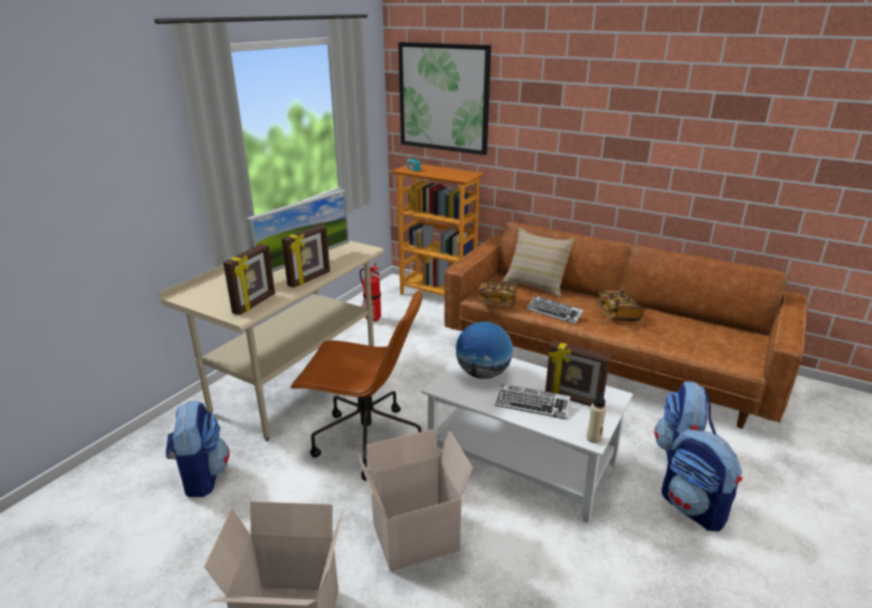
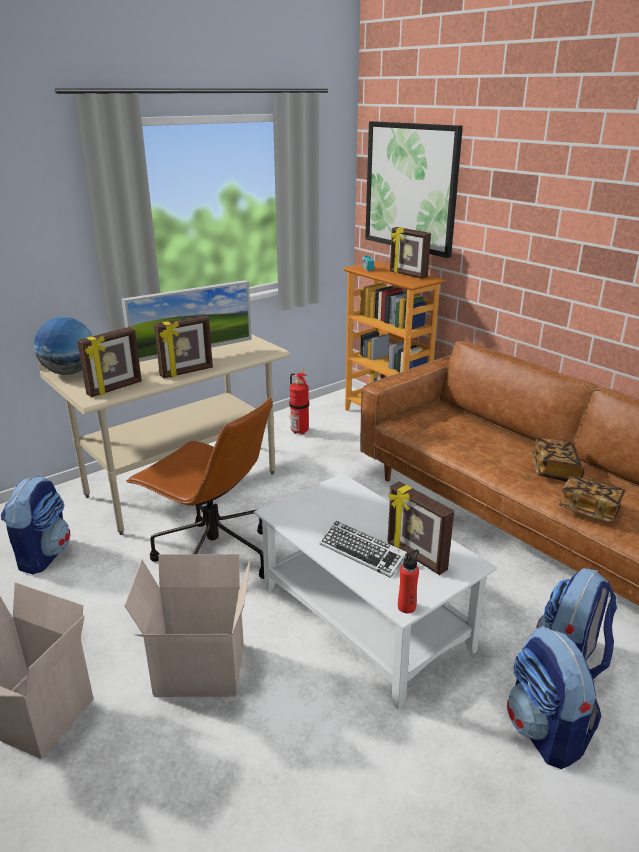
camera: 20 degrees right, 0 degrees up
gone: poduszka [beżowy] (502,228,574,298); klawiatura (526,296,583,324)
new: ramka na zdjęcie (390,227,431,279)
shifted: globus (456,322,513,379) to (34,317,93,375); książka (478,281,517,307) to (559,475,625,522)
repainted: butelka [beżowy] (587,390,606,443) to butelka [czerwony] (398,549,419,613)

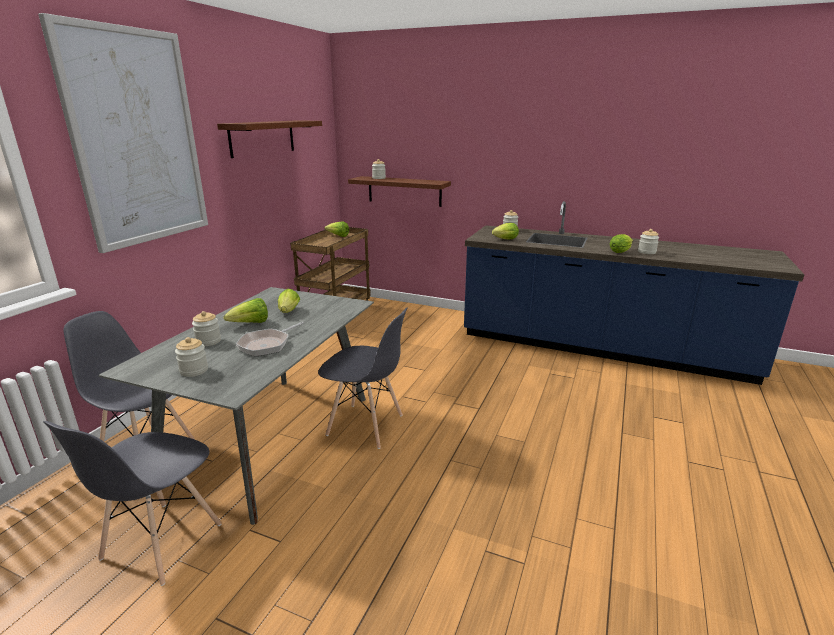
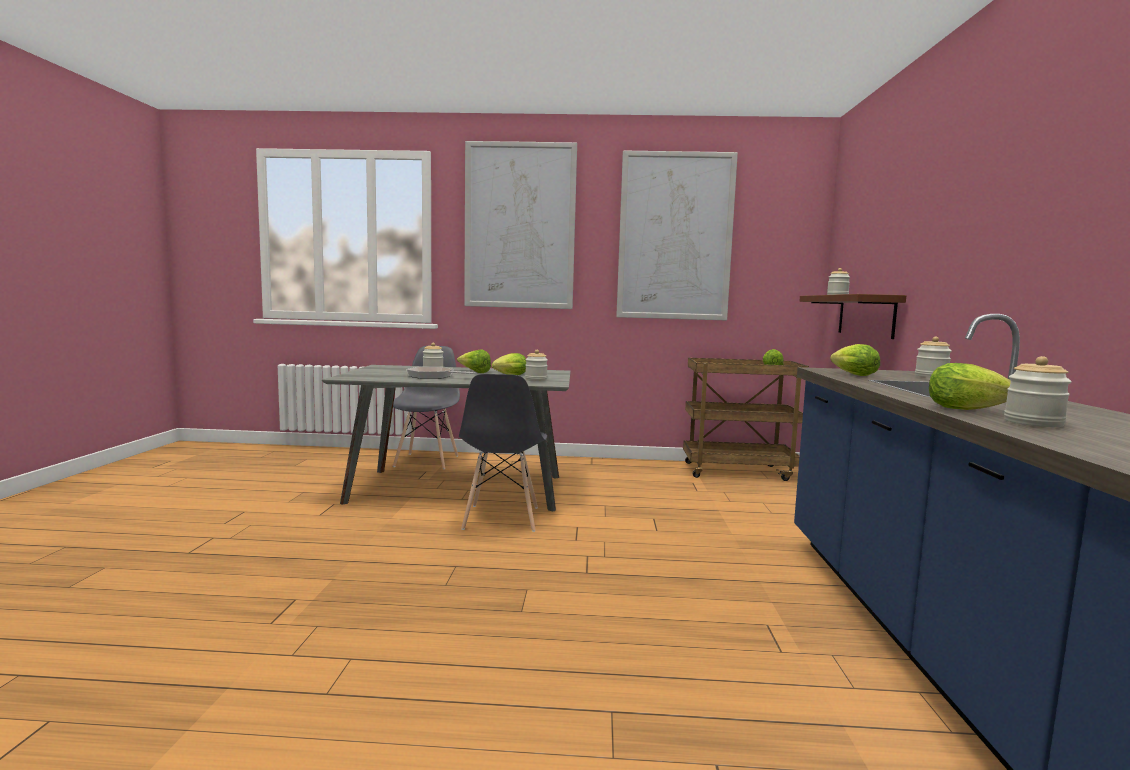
camera: 70 degrees right, 15 degrees down
gone: krzesło [szary] (43,421,221,586)
shifted: słoik (175,337,208,377) to (525,350,548,381)
swapped: półka [brązowy] (217,120,322,158) to obraz (616,151,738,320)

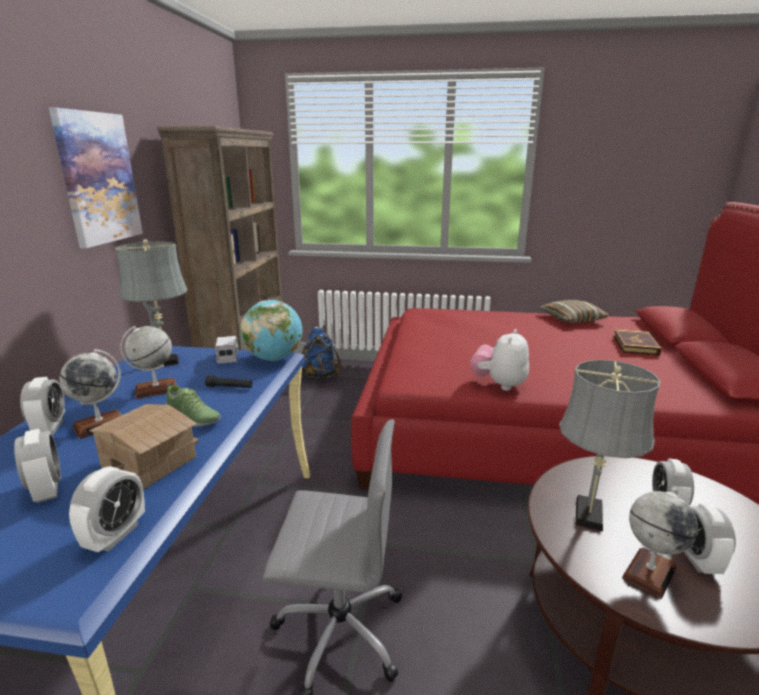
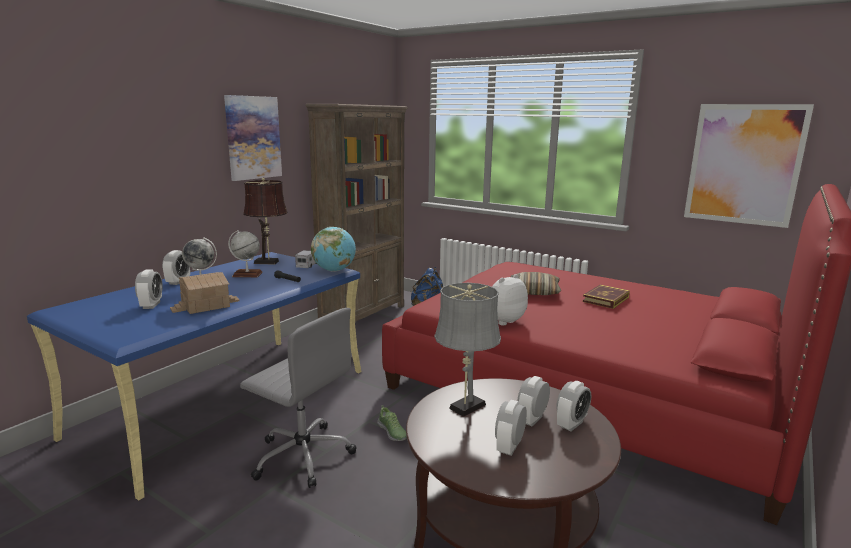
camera: 25 degrees right, 5 degrees down
gone: globus (622,488,698,599)
new: obraz (684,104,814,228)
shifted: budzik (69,466,145,552) to (556,381,591,431); but (165,383,221,427) to (377,405,407,441); poduszka (540,300,609,323) to (511,272,561,295); książka (613,329,662,356) to (583,285,630,309)
repainted: lampa stołowa [szary] (115,239,188,366) to lampa stołowa [brązowy] (243,178,288,265)

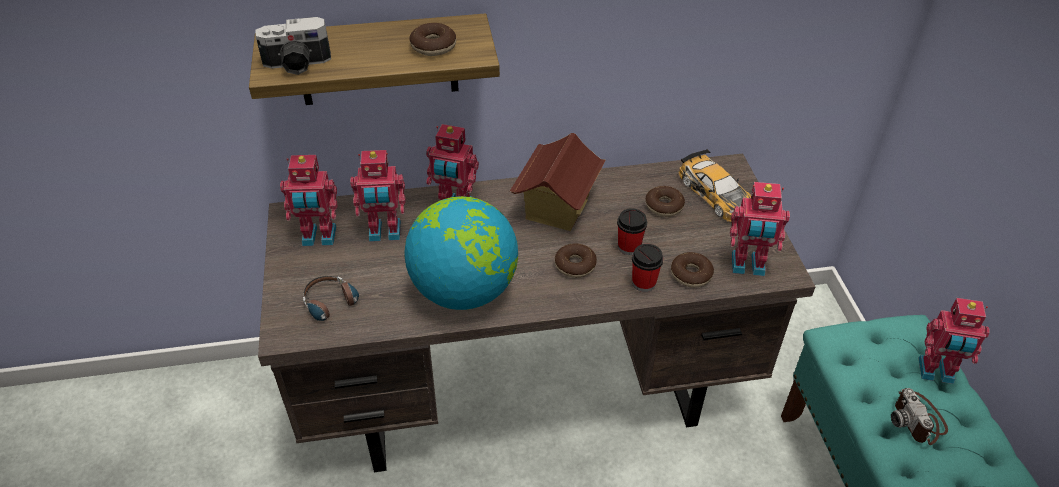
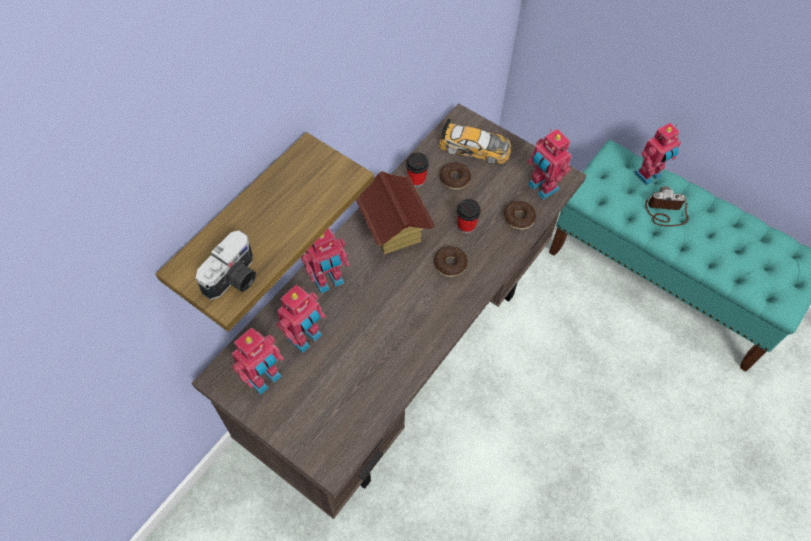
camera: 45 degrees left, 15 degrees up
gone: słuchawki (303,276,359,322); globus (404,196,518,310); donut (409,23,456,56)
shifted: filiżanka (632,244,663,292) to (406,152,429,187)
rotated: robot zabawkowy (730,182,790,276) = (527,129,572,200) 90 degrees clockwise; aparat fotograficzny (891,388,948,445) = (645,186,689,227) 150 degrees clockwise

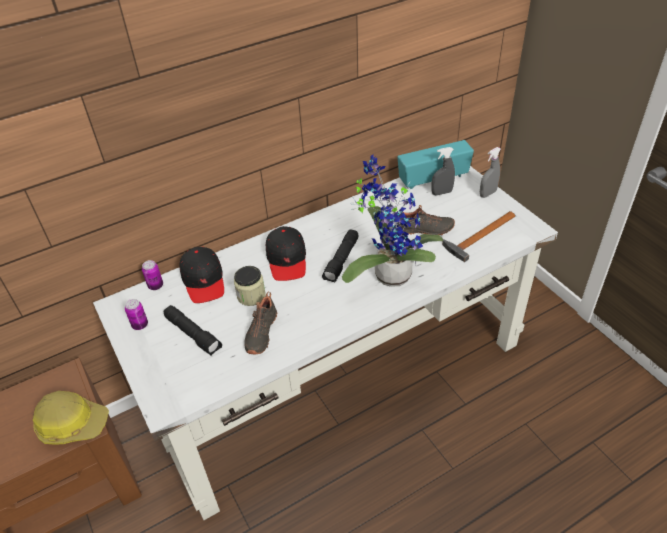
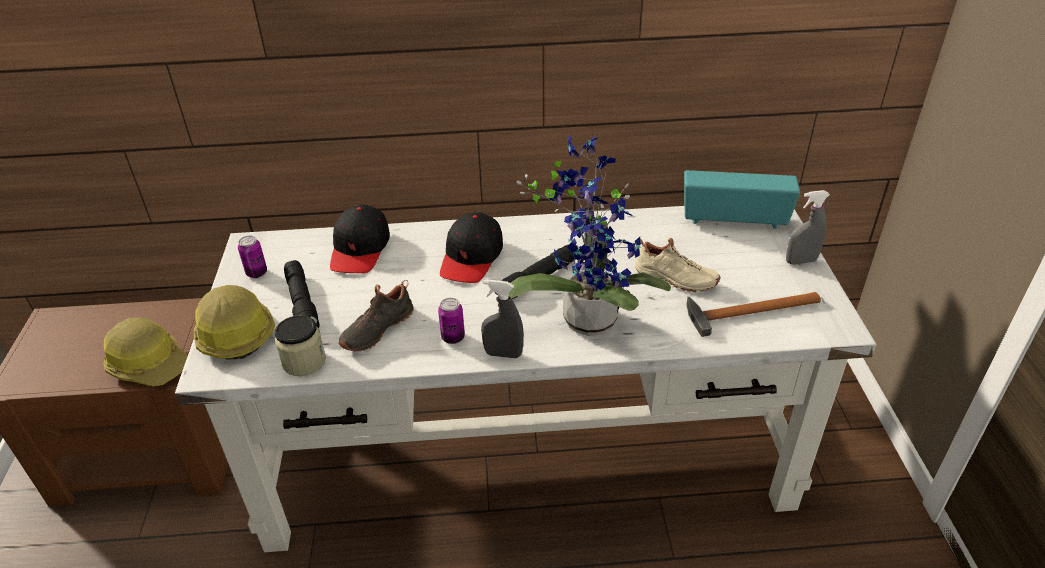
camera: 25 degrees right, 5 degrees down
new: kask (194,285,275,359)
shifted: puszka (142,260,163,290) to (438,298,465,344); słoik (234,266,265,306) to (275,315,326,376); spryskiwacz [szary] (432,147,455,196) to (481,280,524,358)
repainted: but [czarny] (397,205,455,235) to but [beżowy] (635,238,720,292)

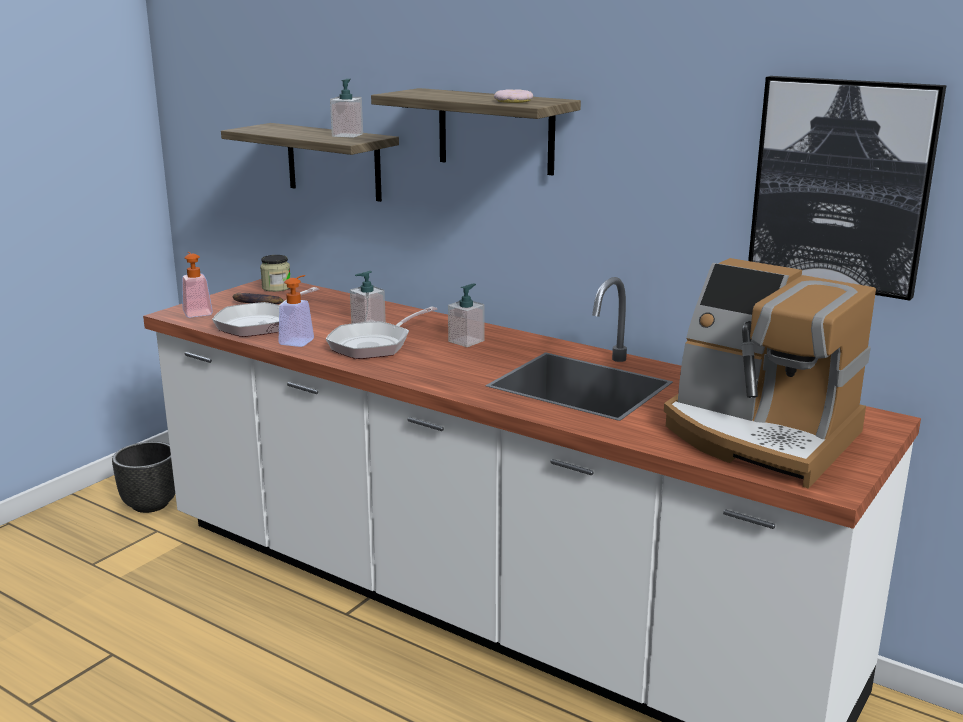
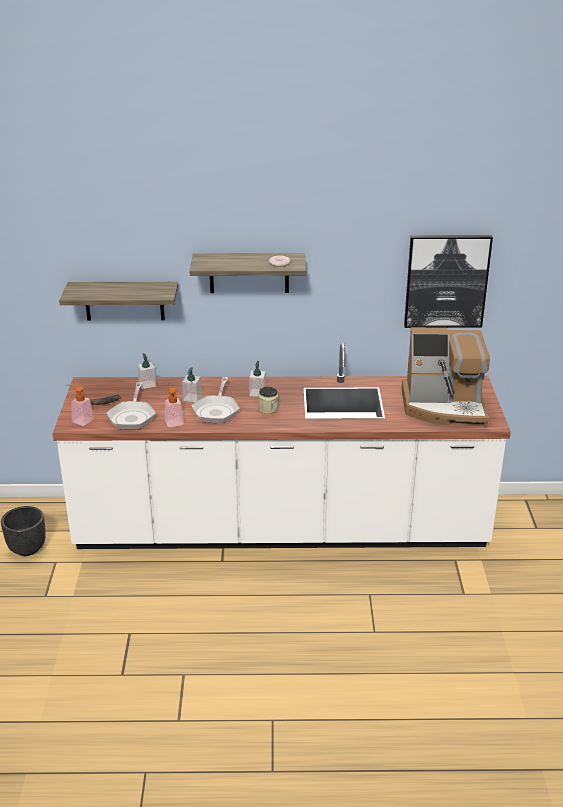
camera: 35 degrees left, 10 degrees up
shifted: słoik (260,255,290,292) to (258,387,278,414); dozownik mydła (330,79,363,138) to (137,353,156,389)

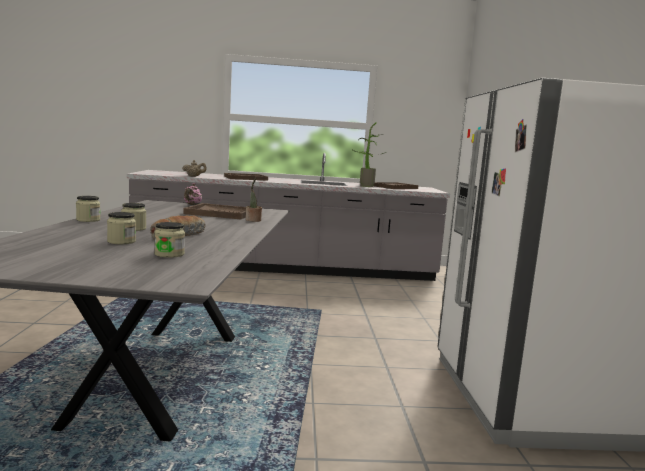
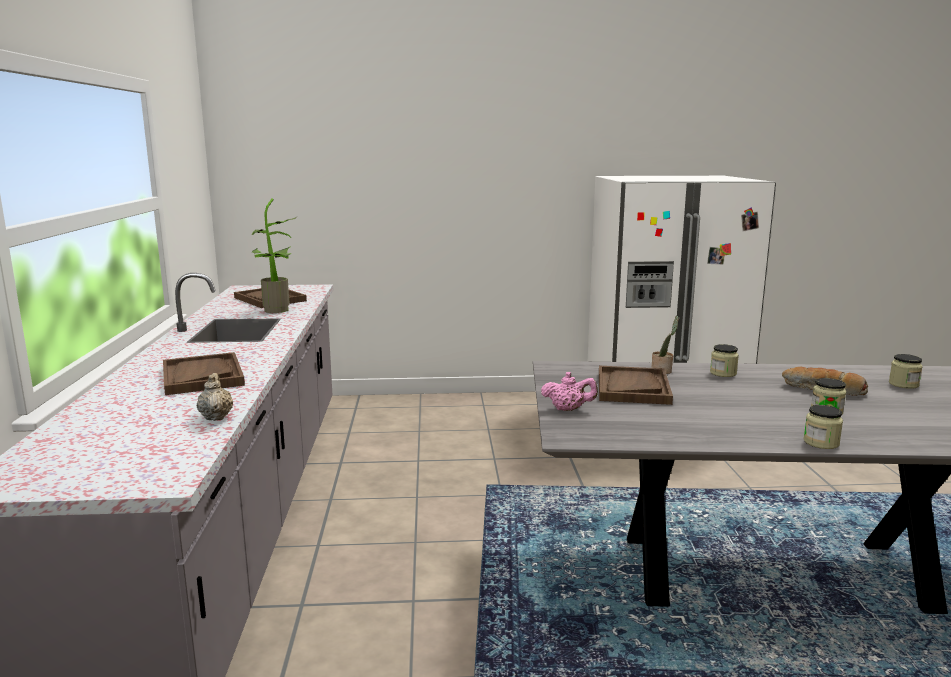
camera: 90 degrees left, 5 degrees up
shifted: słoik (107,212,136,244) to (710,344,739,377)

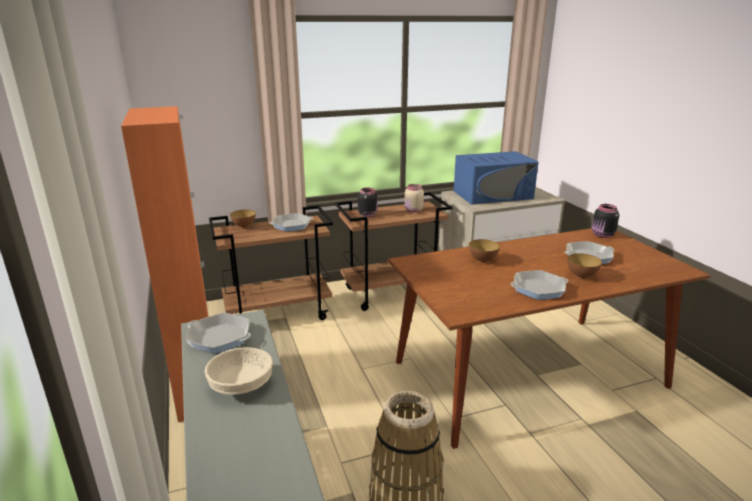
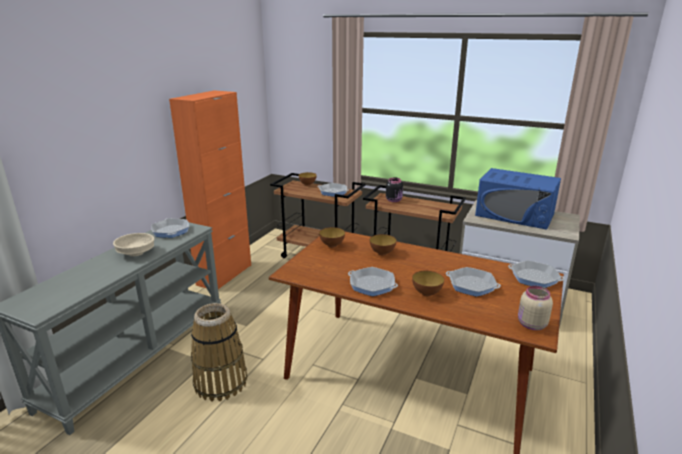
camera: 45 degrees right, 0 degrees up
new: miska (319,227,345,248)
shifted: słoik [beżowy] (404,184,424,213) to (518,286,553,330)
swapped: słoik [czarny] (592,204,619,238) to patelnia (508,260,565,288)

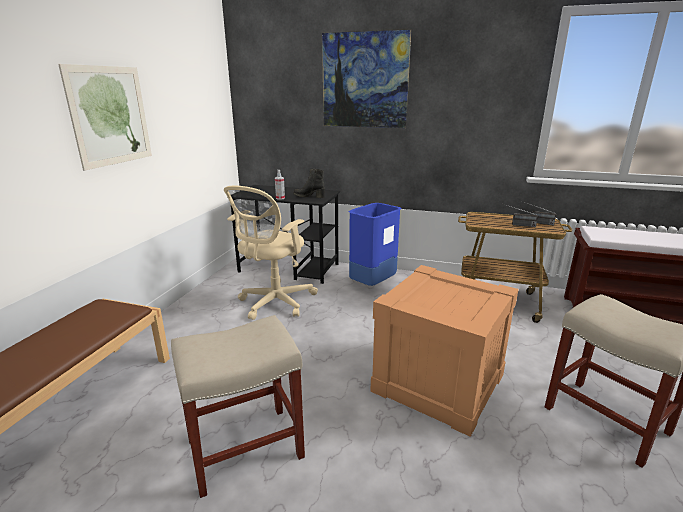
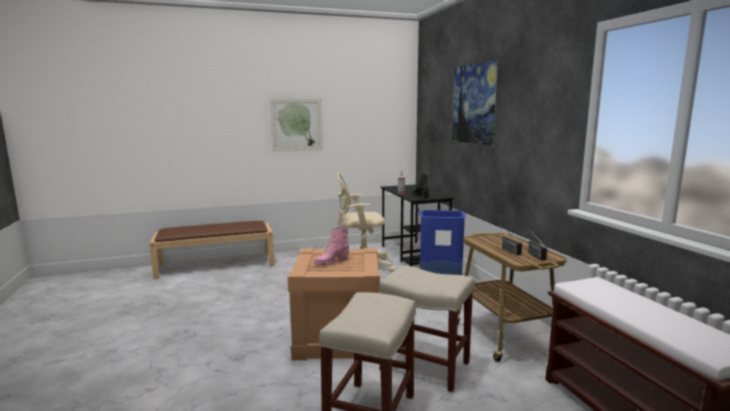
camera: 55 degrees right, 10 degrees down
new: but z cholewką [różowy] (314,227,349,265)
shifted: stołek [beżowy] (171,315,305,498) to (379,265,475,392)

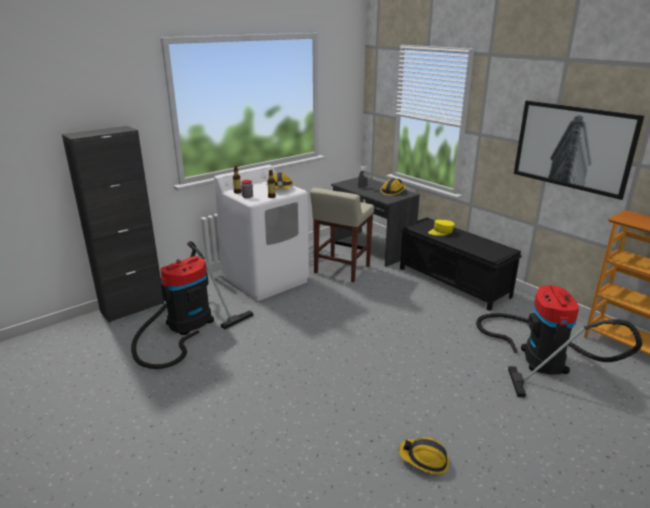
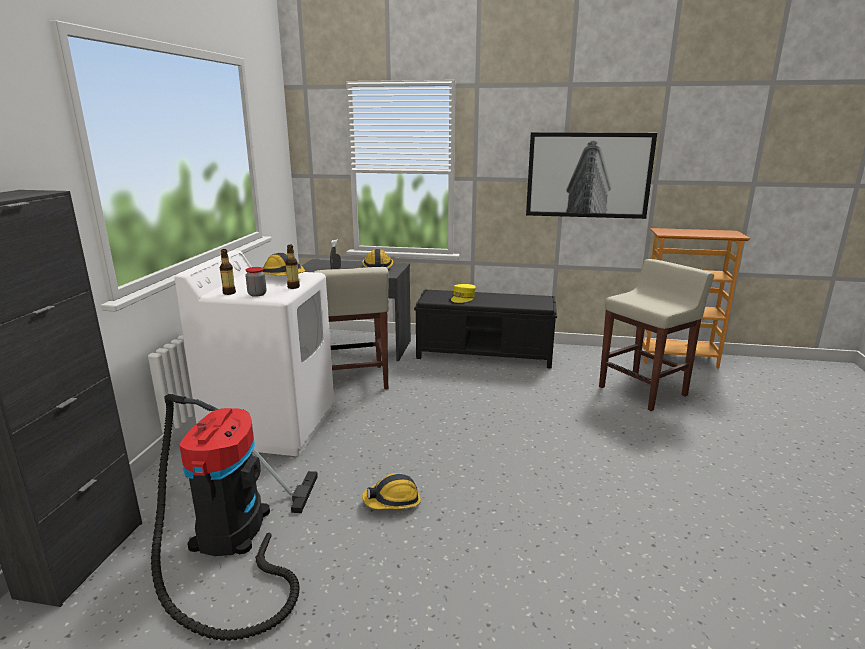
camera: 40 degrees left, 5 degrees down
shifted: kask (399,437,449,475) to (362,473,421,509)
swapped: odkurzacz (476,285,642,397) to stołek [beżowy] (599,259,714,411)

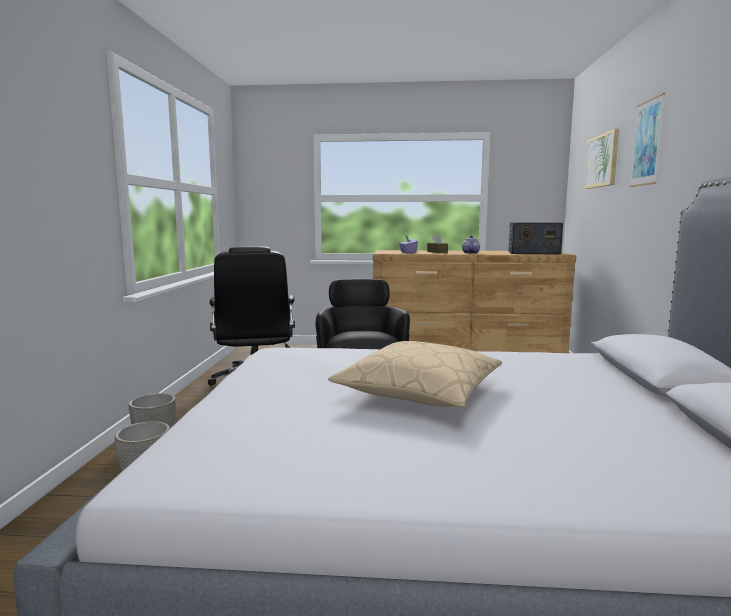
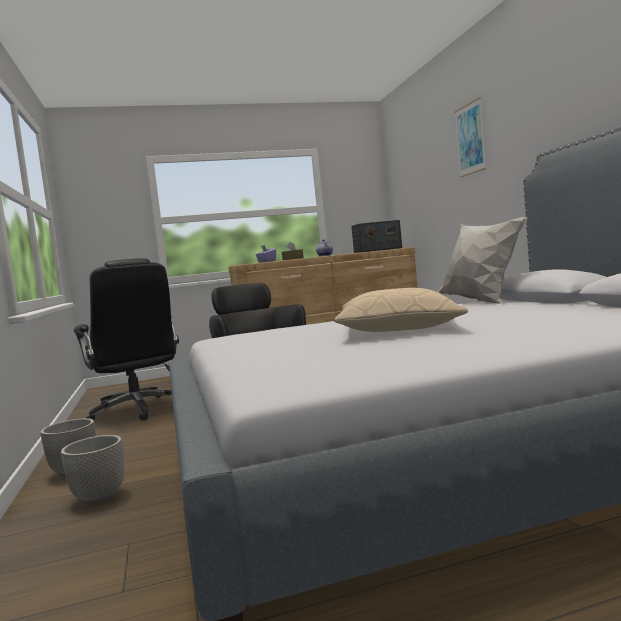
camera: 20 degrees left, 5 degrees down
gone: obraz (584,129,619,189)
new: poduszka [biały] (438,217,528,304)

